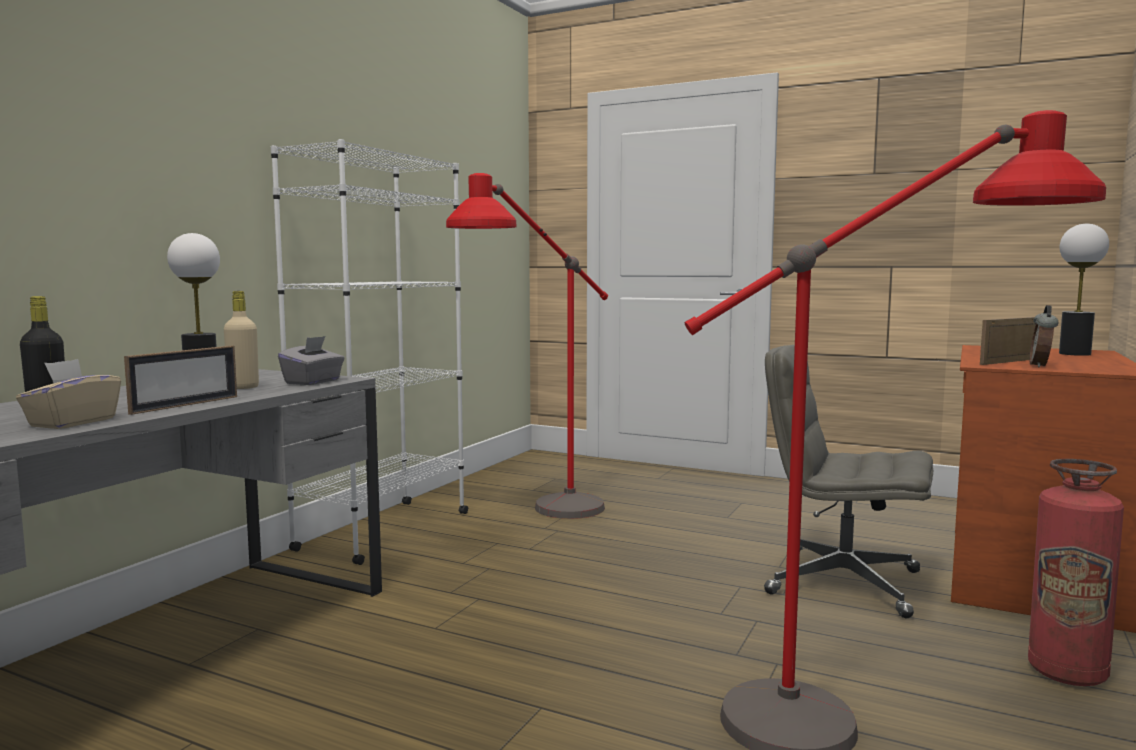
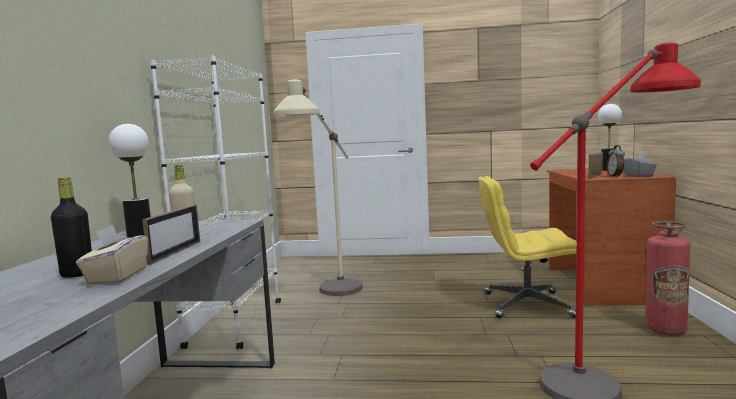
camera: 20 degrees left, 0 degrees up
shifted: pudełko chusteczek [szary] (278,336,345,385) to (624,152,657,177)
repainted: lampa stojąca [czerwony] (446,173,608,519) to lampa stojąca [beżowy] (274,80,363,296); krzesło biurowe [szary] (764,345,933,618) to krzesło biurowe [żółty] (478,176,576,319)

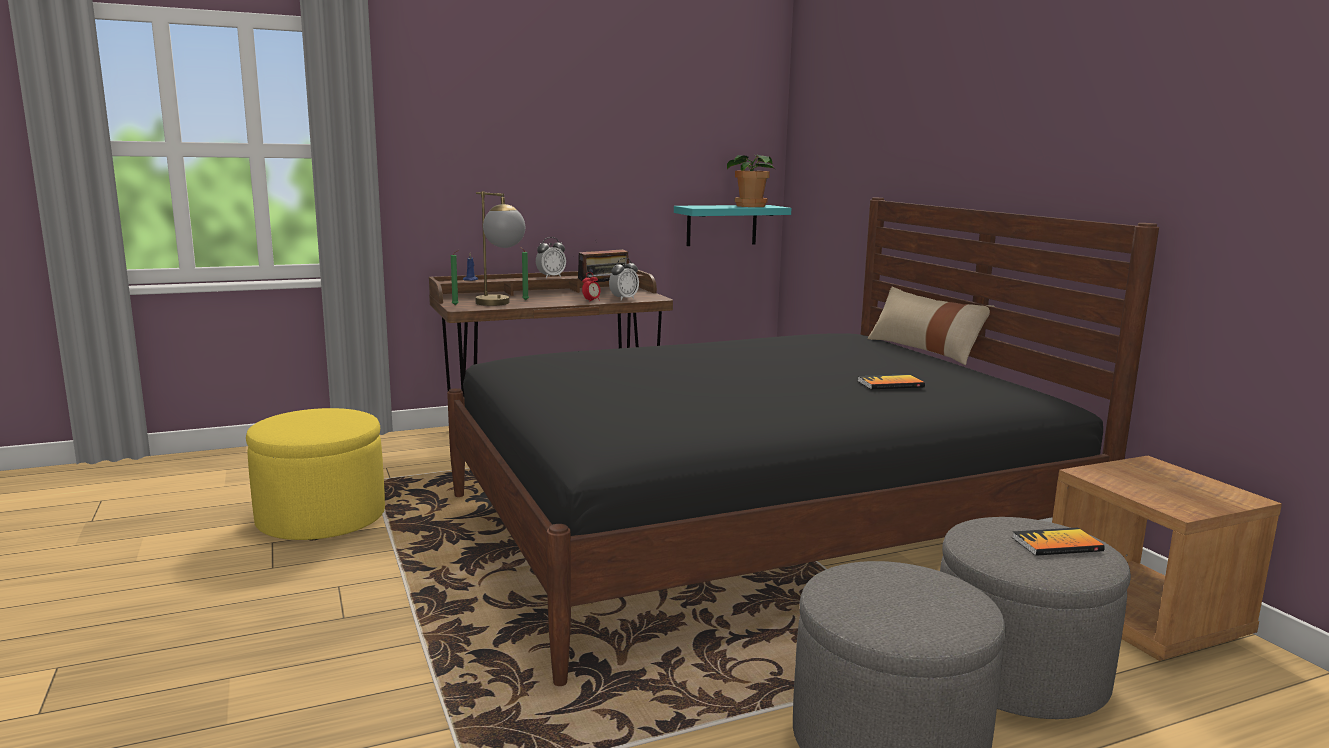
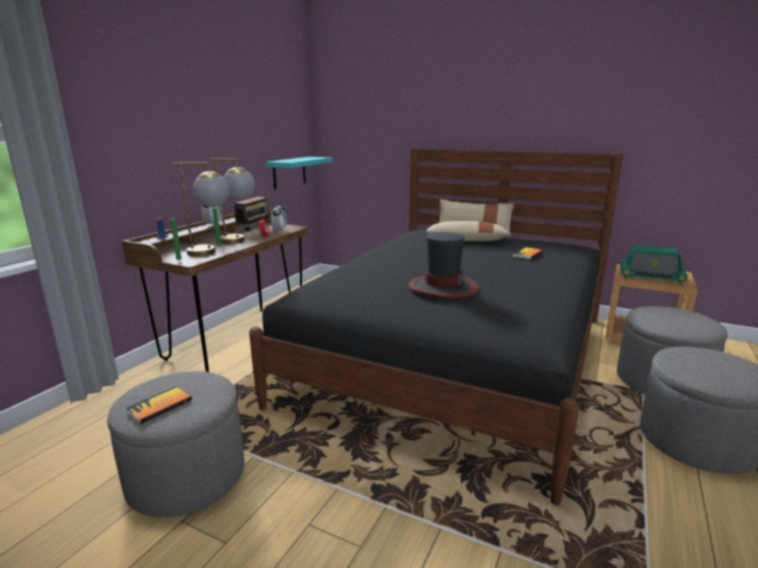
camera: 40 degrees left, 5 degrees up
gone: roślina doniczkowa (727,155,775,207)
new: lampa stołowa (211,158,255,244); kapelusz (408,232,479,299); poduszka [beżowy] (426,221,511,241); radio (620,245,688,284)
shifted: książka (1012,528,1105,556) to (125,386,192,424)
repainted: pufa [żółty] (246,408,385,540) to pufa [szary] (107,371,245,518)

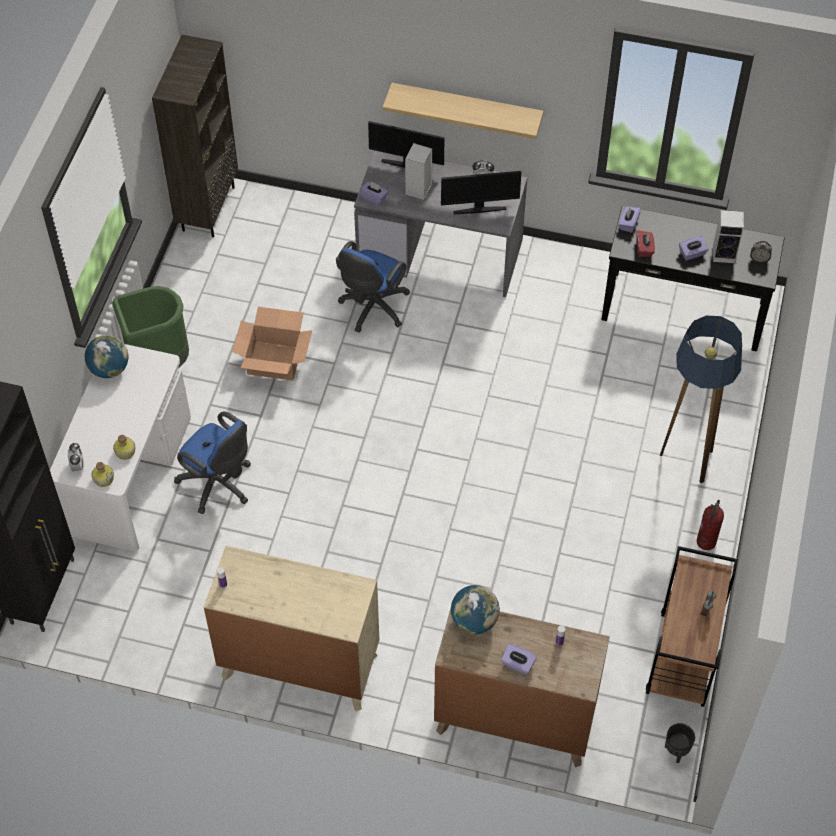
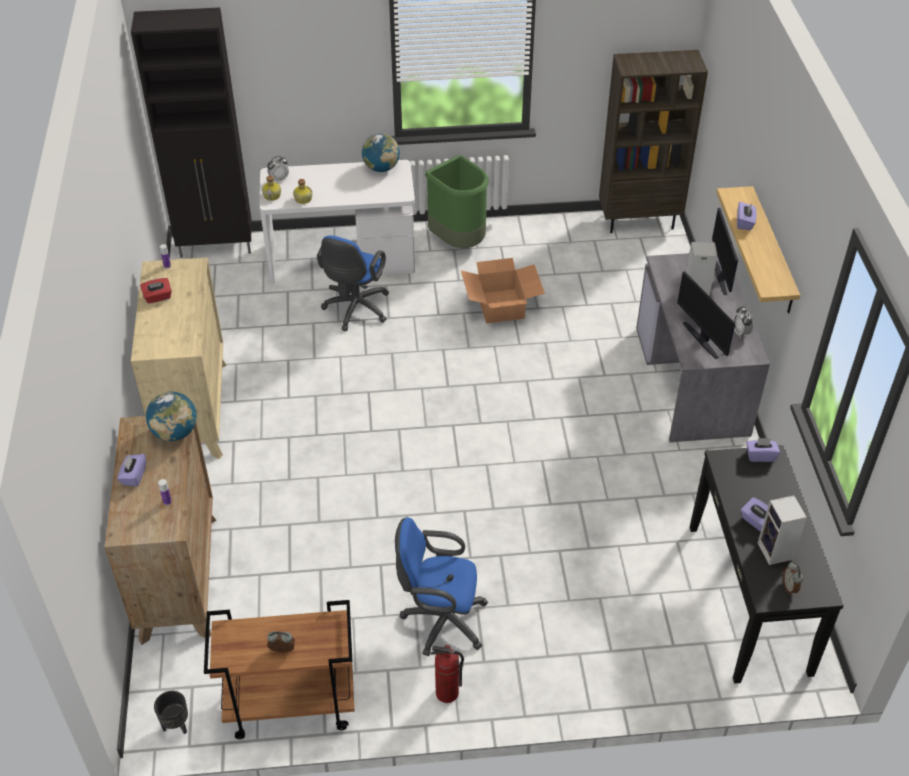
camera: 70 degrees right, 10 degrees down
gone: lampa stojąca (660,316,742,483)
shifted: krzesło biurowe [niebieski] (336,241,410,332) to (395,518,488,656); pudełko chusteczek [fioletowy] (359,181,388,206) to (737,202,757,230); pudełko chusteczek [czerwony] (637,230,655,257) to (140,278,172,304)

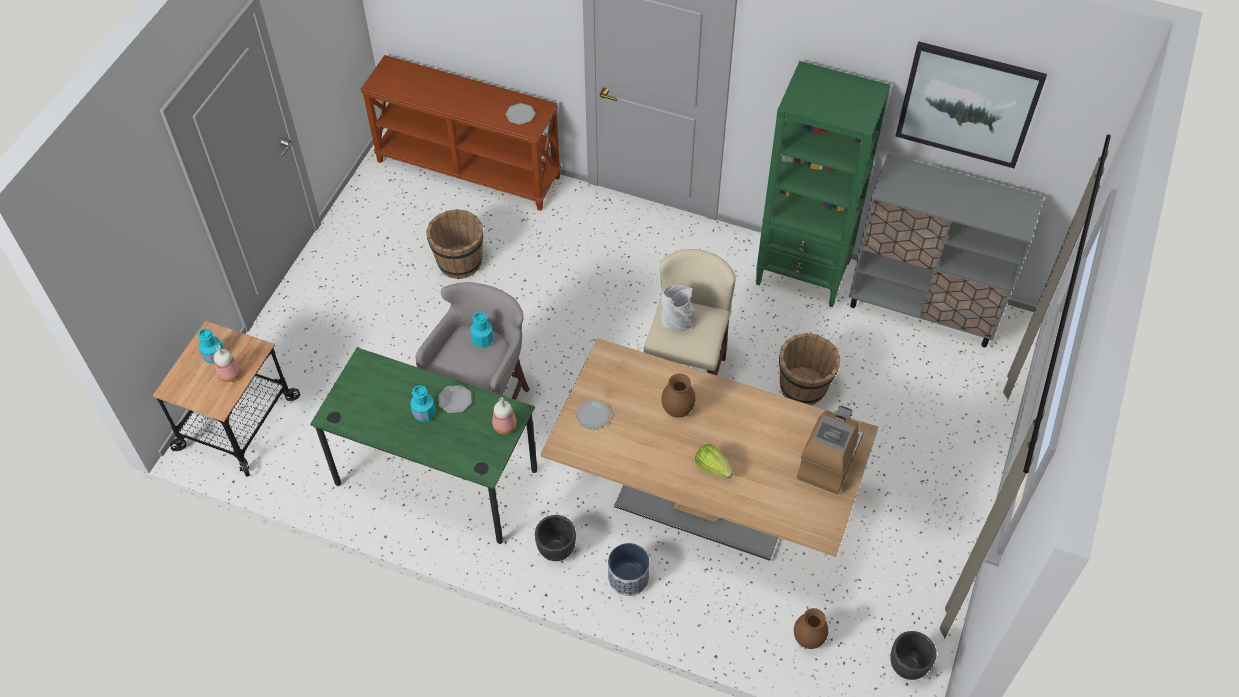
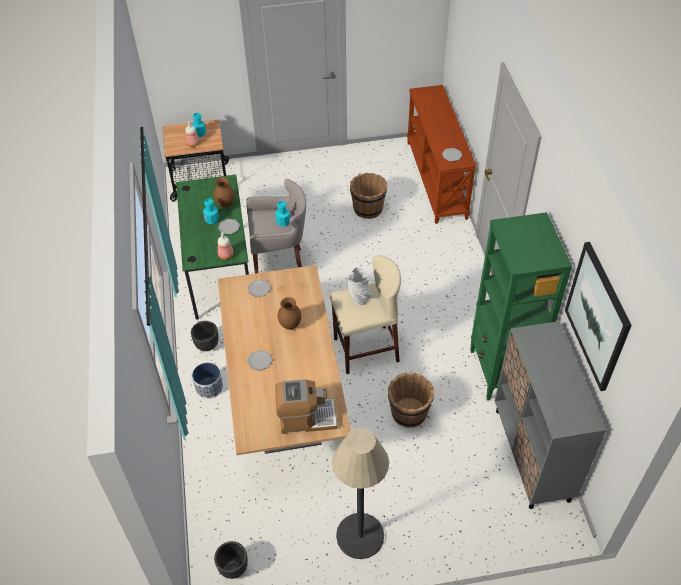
camera: 60 degrees right, 5 degrees down
new: lampa stojąca (332,427,389,559)
shifted: wazon [brązowy] (794,608,828,649) to (214,177,235,208)
swapped: sałata (695,444,733,478) to talerz (247,350,272,371)

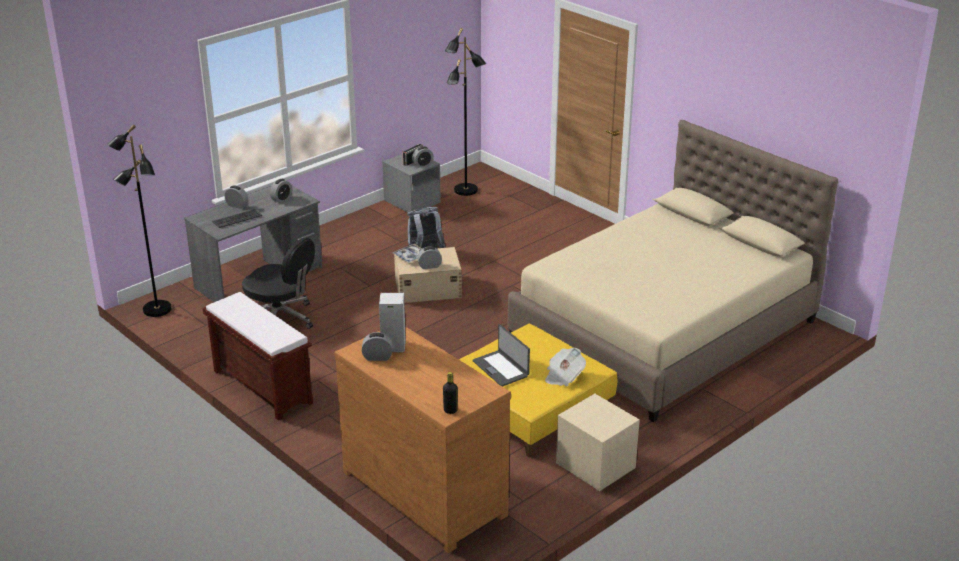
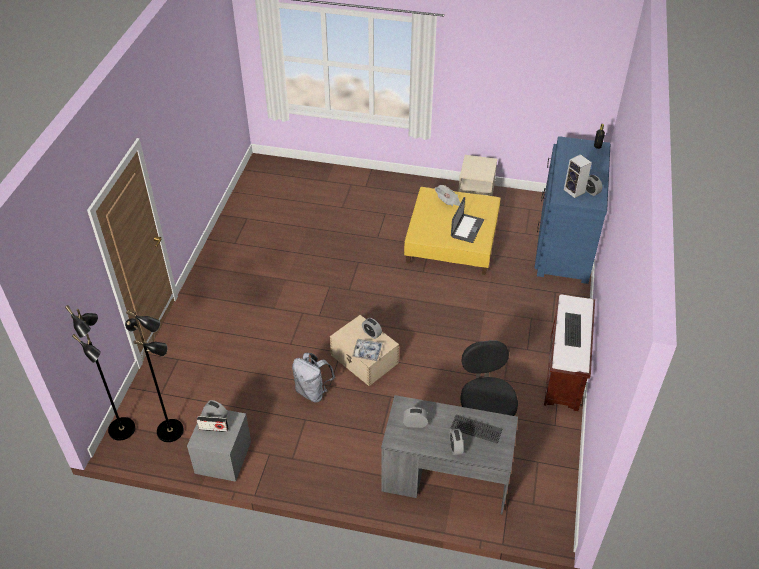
camera: 125 degrees left, 15 degrees up
gone: łóżko [beżowy] (507,120,838,422)
new: klawiatura (565,312,581,348)
shifted: lampa stojąca [czarny] (107,125,172,317) to (65,305,135,441)
repainted: komoda [brązowy] (334,327,511,553) to komoda [niebieski] (534,136,611,284)

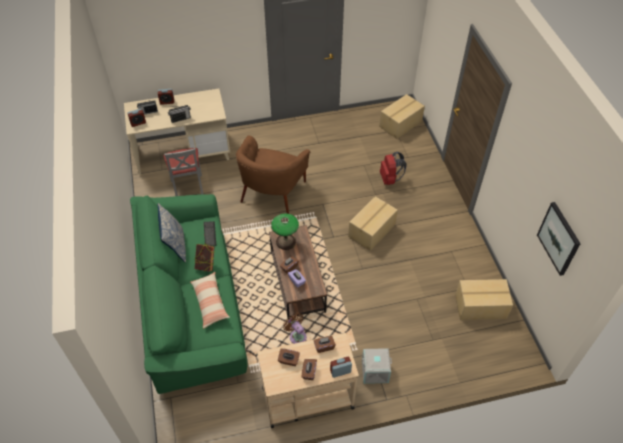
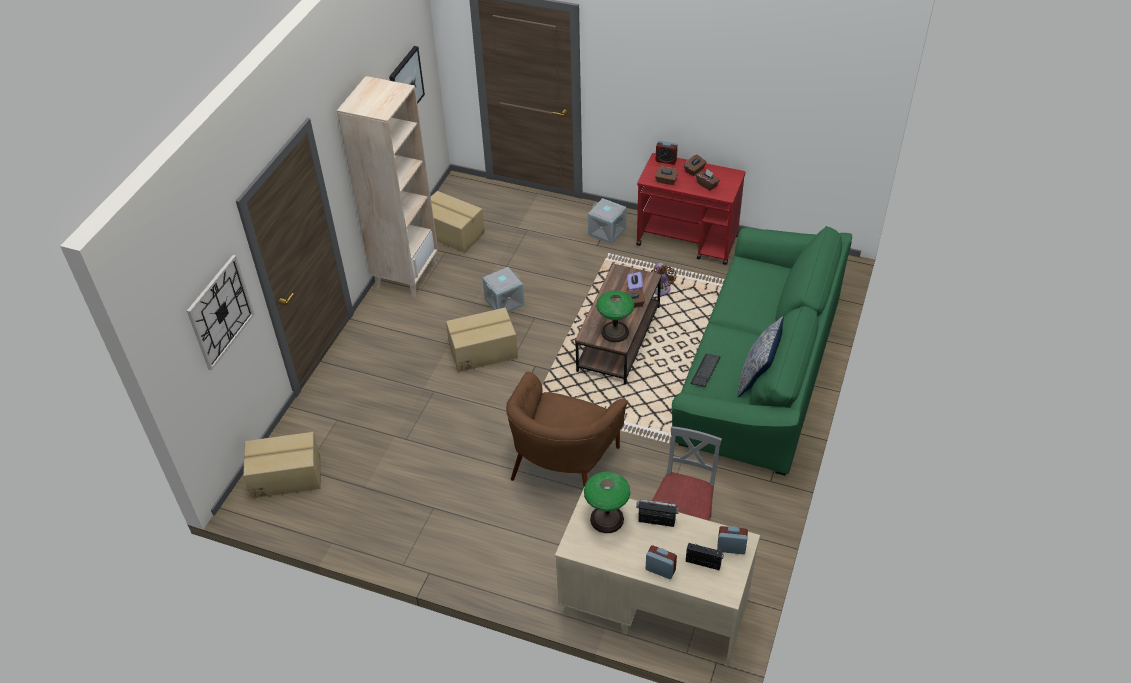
camera: 145 degrees left, 5 degrees down
gone: poduszka (190,272,230,329); książka (195,244,215,272); plecak [czerwony] (380,152,407,185)
new: zegar ścienny (187,255,254,370); regał [beżowy] (337,76,438,297); pojemnik do przechowywania [szary] (482,267,524,312); lampa stołowa (584,472,630,533)
repainted: wózek [beżowy] (257,333,359,428) to wózek [czerwony] (636,153,746,265)
rotated: fotel [brązowy] (236,135,310,214) = (506,372,628,486) 150 degrees clockwise

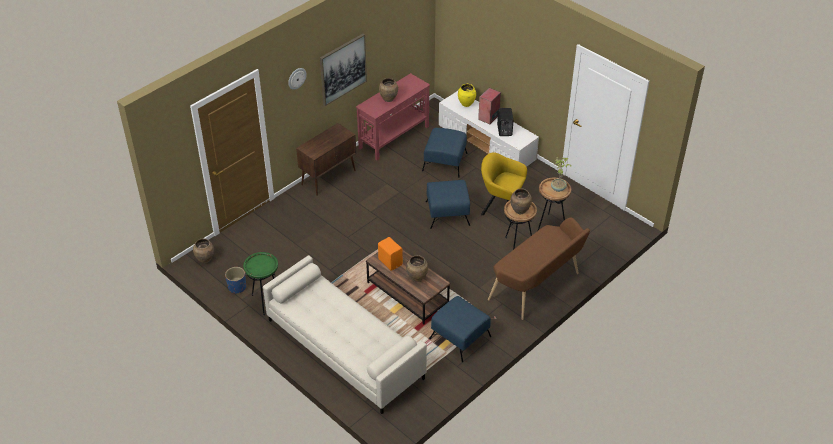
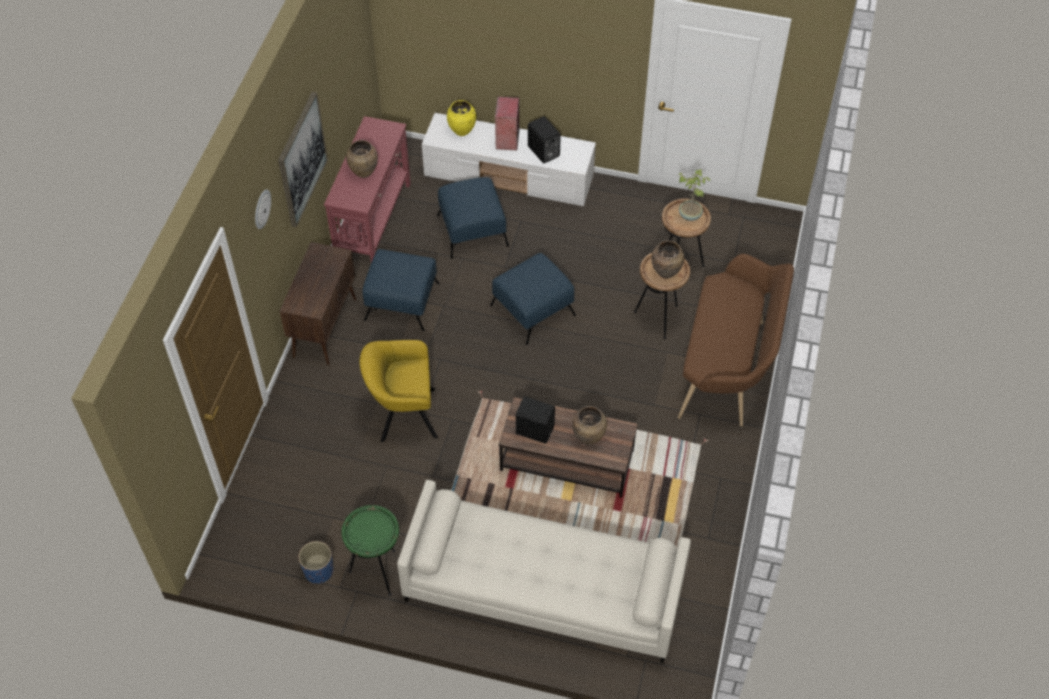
camera: 30 degrees left, 10 degrees up
gone: wazon [brązowy] (193,238,214,263)
shifted: pufa [niebieski] (429,296,491,362) to (363,249,440,331); fotel [żółty] (481,152,527,225) to (359,340,438,442)
repainted: głośnik [pomarańczowy] (378,237,403,271) to głośnik [czarny] (516,396,555,444)

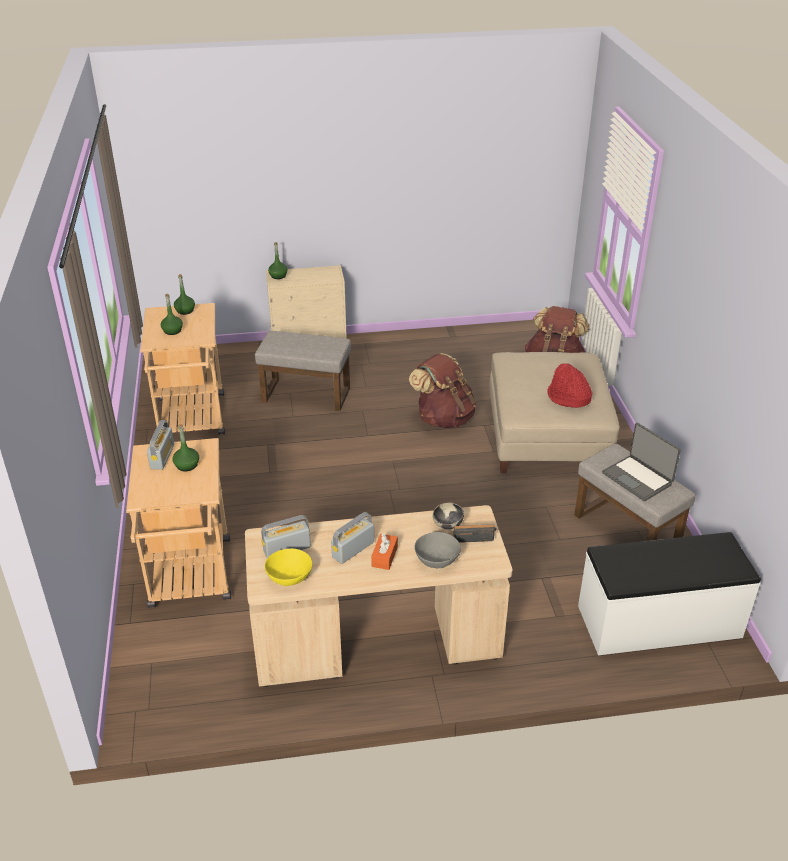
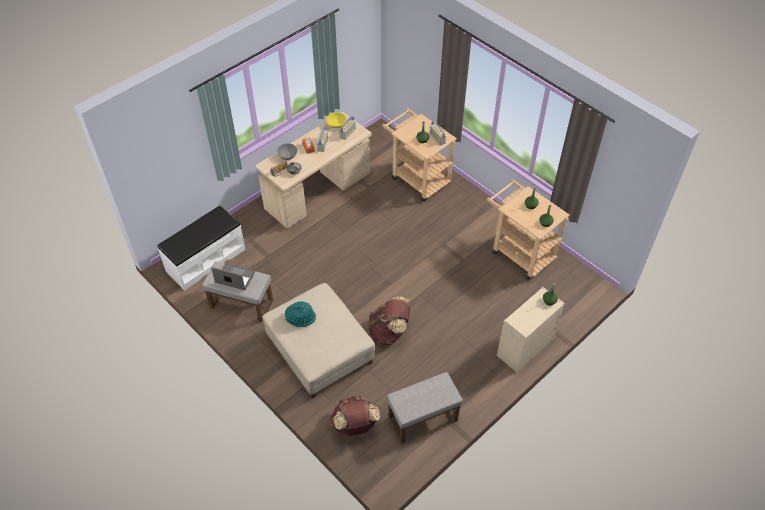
camera: 145 degrees right, 15 degrees up
shifted: pufa [szary] (255,331,351,411) to (387,372,463,444)
repainted: kapelusz [czerwony] (547,363,592,408) to kapelusz [turkusowy] (285,301,316,327)

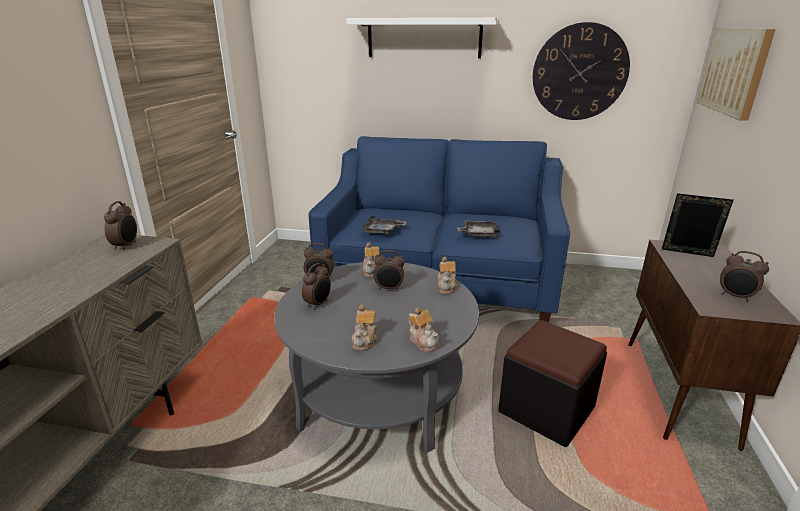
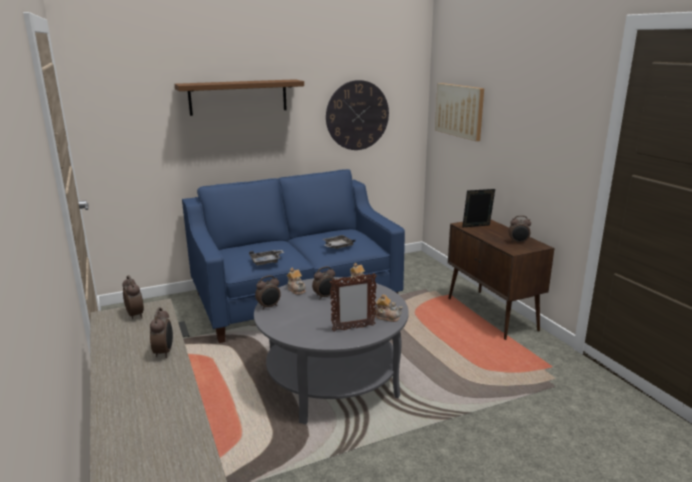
camera: 35 degrees left, 5 degrees down
gone: pufa [czarny] (498,320,607,447)
shifted: budzik (302,263,331,310) to (150,307,173,358)
swapped: imbryk (351,305,378,351) to ramka na zdjęcie (330,273,377,332)
repainted: półka [biały] (346,18,498,58) to półka [brązowy] (175,79,304,116)

